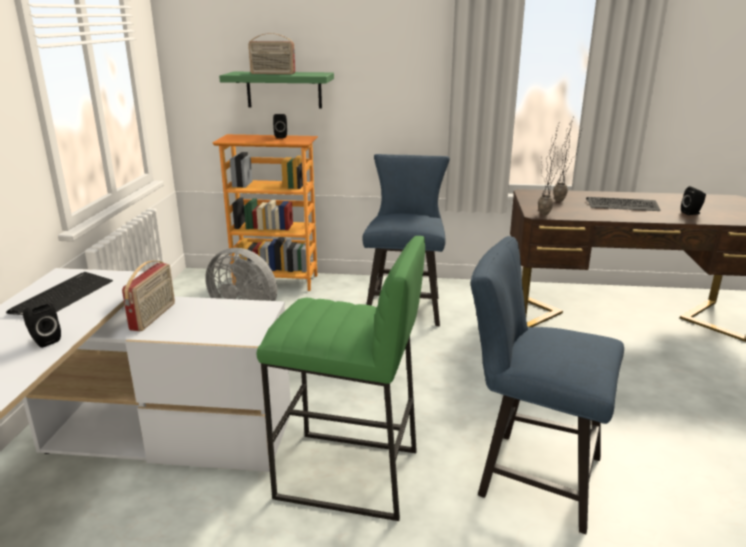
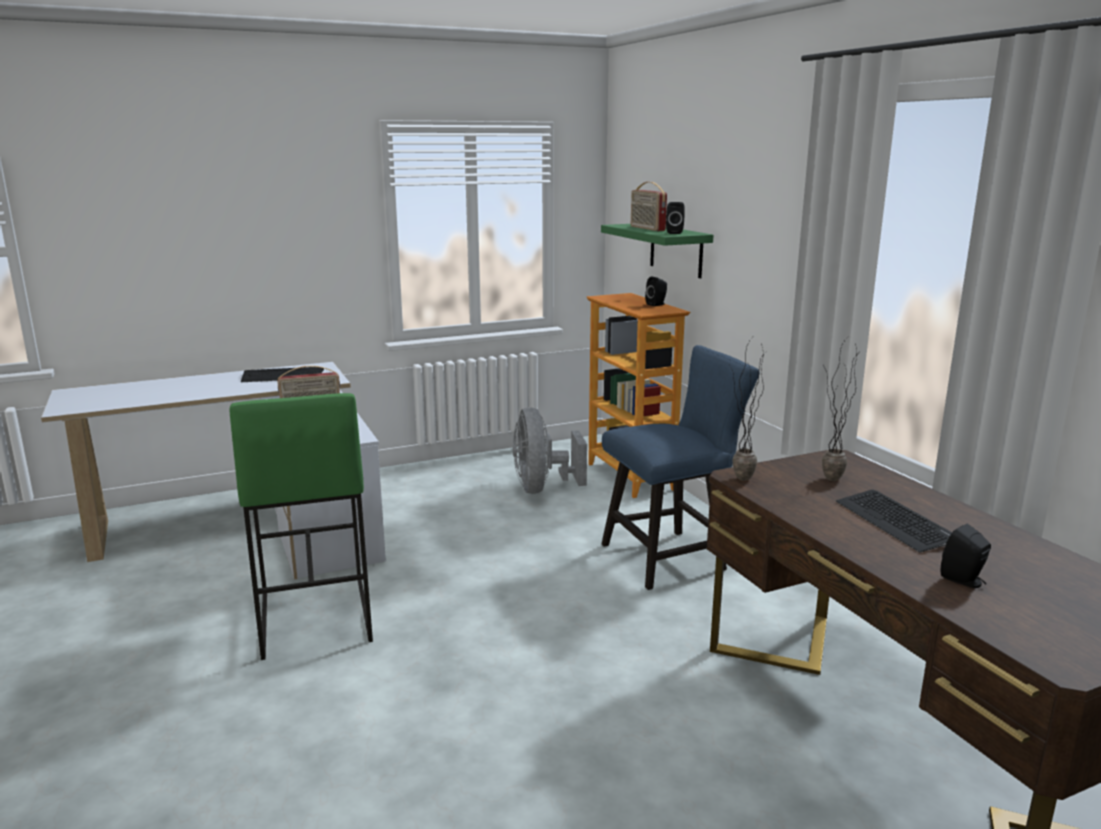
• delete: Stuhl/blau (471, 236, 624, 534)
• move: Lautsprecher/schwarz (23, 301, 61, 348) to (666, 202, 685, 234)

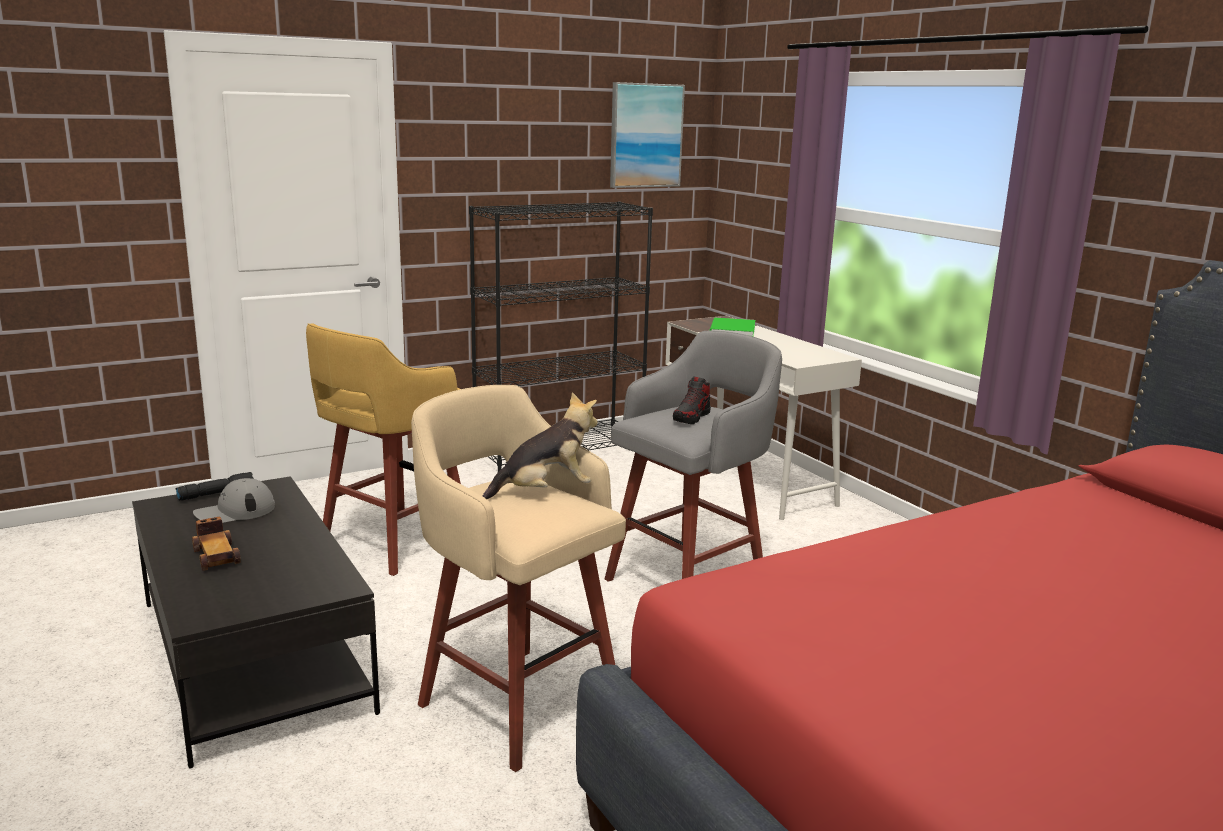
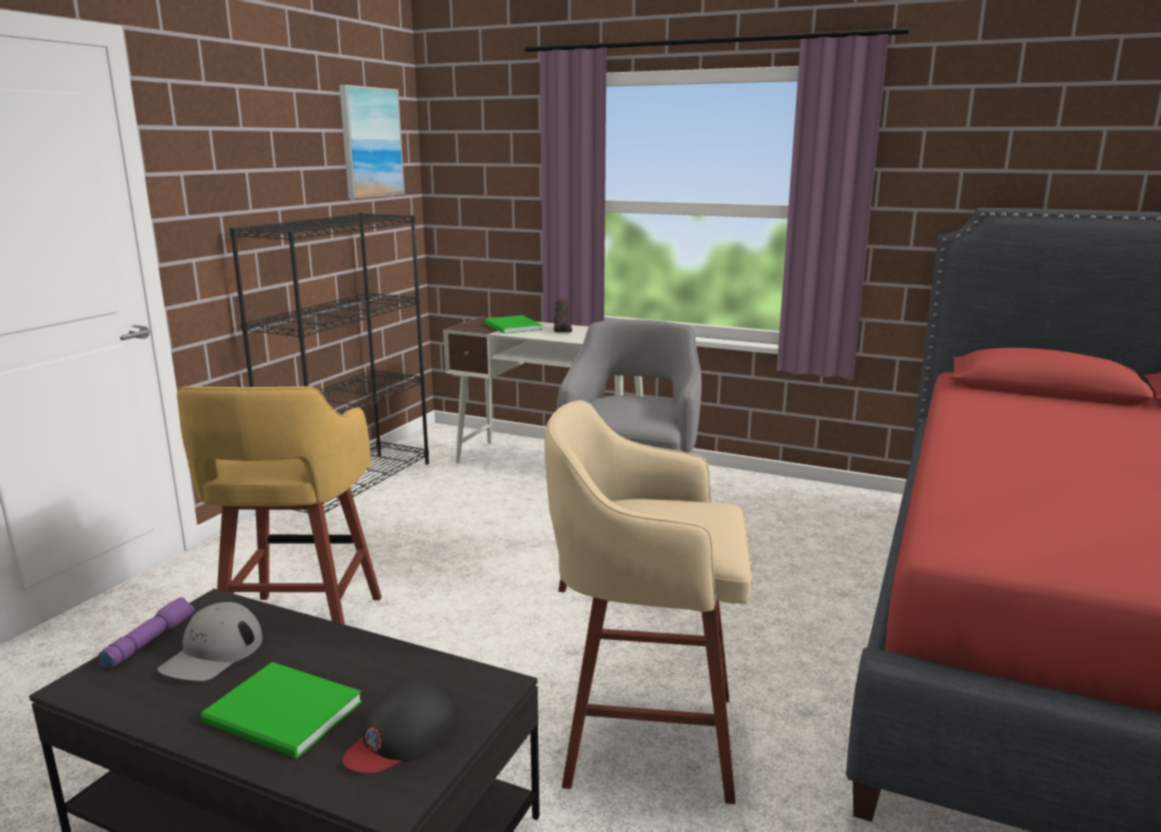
• move: Schuh (673, 376, 711, 424) to (554, 299, 572, 332)
• delete: Plüschtier (483, 392, 598, 499)
• recolor: Taschenlampe/schwarz (175, 472, 254, 501) to Taschenlampe/lila (99, 597, 194, 668)
• replace: Spielzeugauto (192, 517, 241, 571) to Buch/grün (201, 662, 362, 758)
• insert: Kappe/schwarz (342, 681, 456, 774)

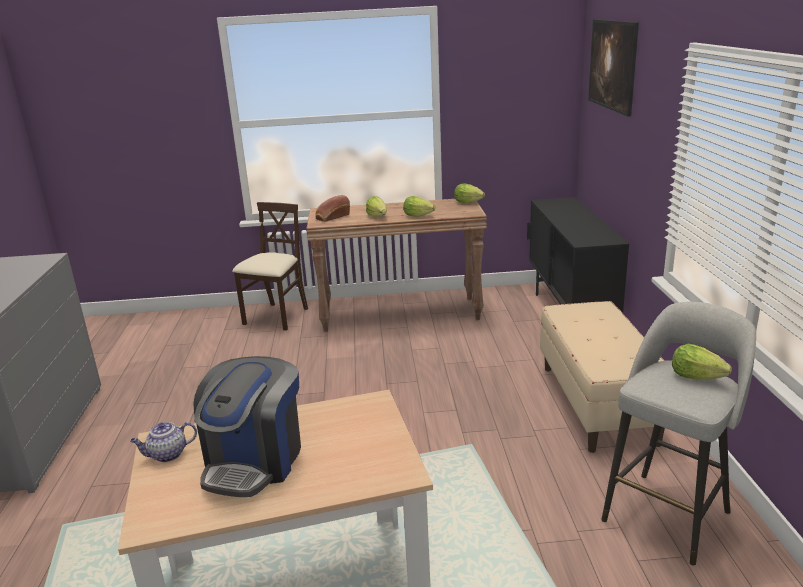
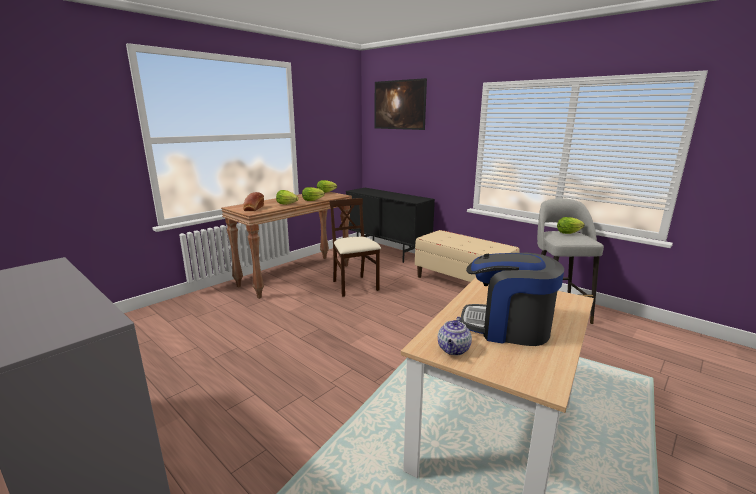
• move: Stuhl/beige (232, 202, 308, 331) to (329, 198, 381, 297)
• rotate: Kaffeemaschine (193, 356, 301, 497) = (461, 253, 564, 346) 135 degrees clockwise

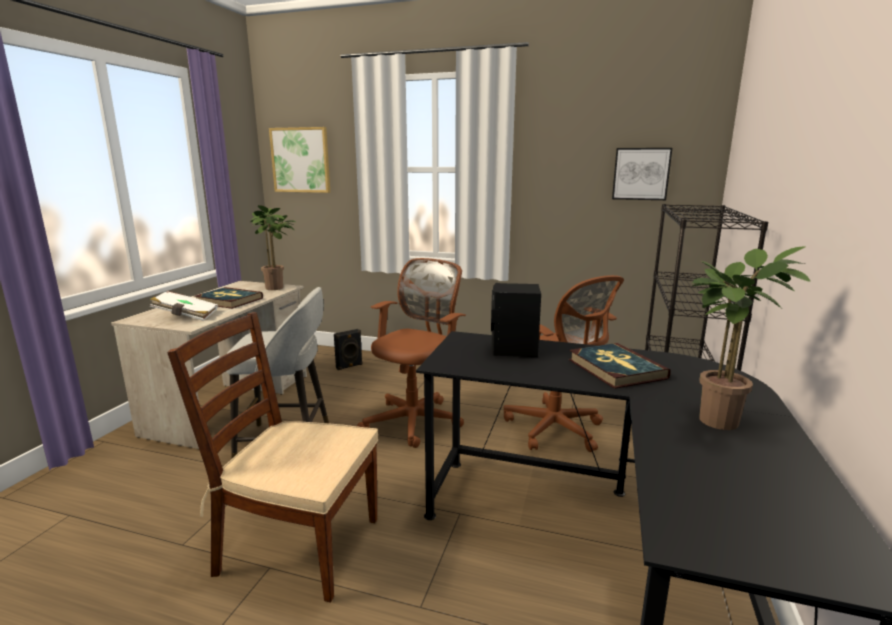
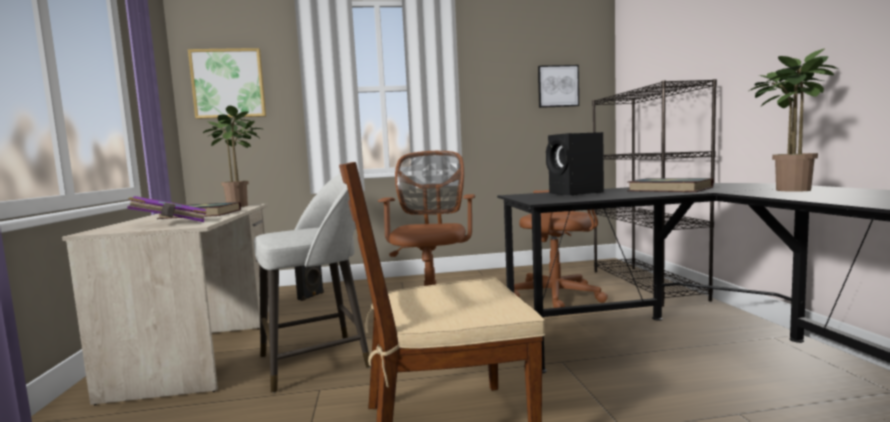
• recolor: Buch/weiß (150, 291, 218, 321) to Buch/lila (127, 196, 207, 222)

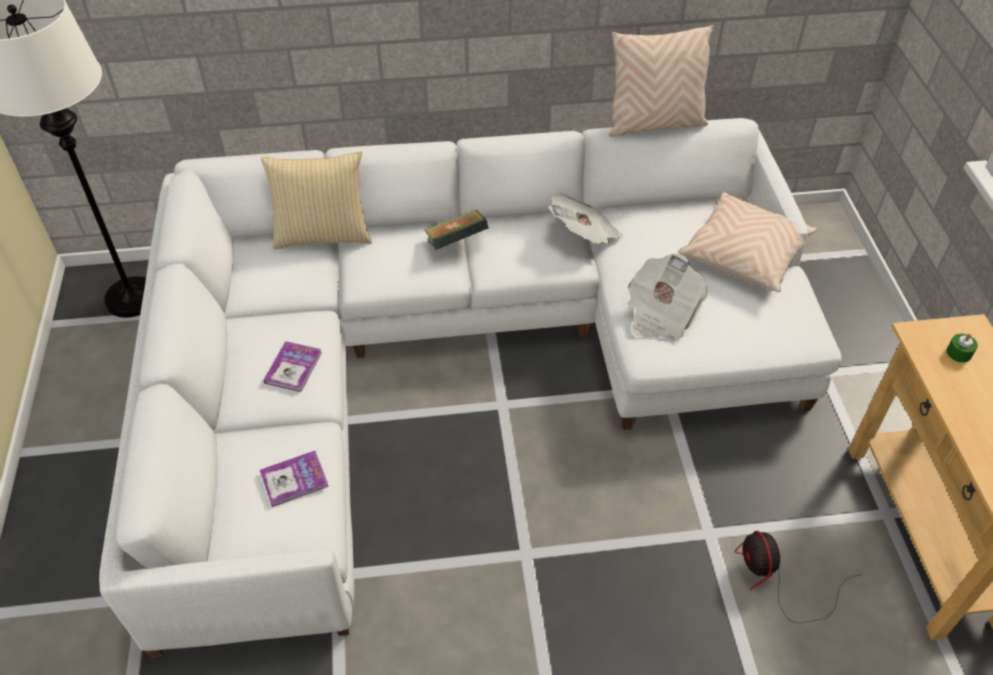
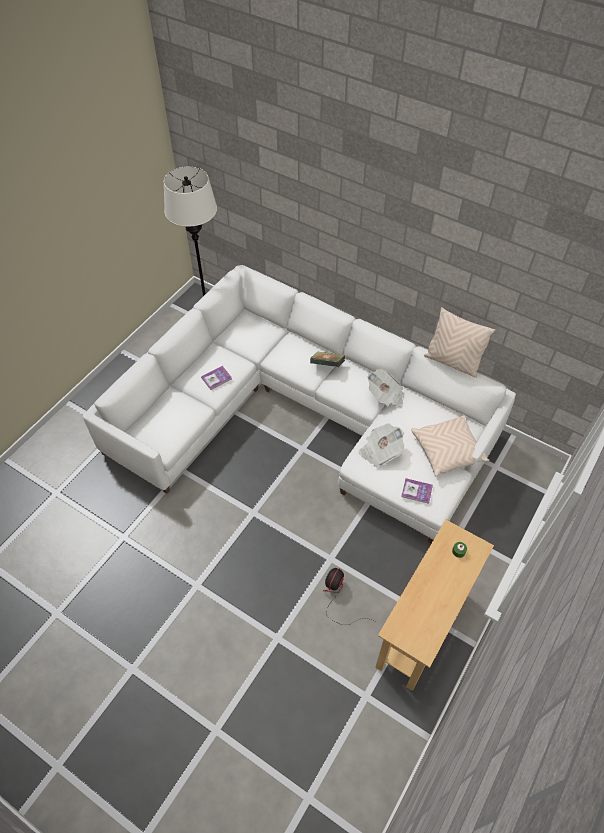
• delete: Kissen (261, 151, 372, 249)
• move: Buch (260, 451, 329, 507) to (401, 478, 433, 504)

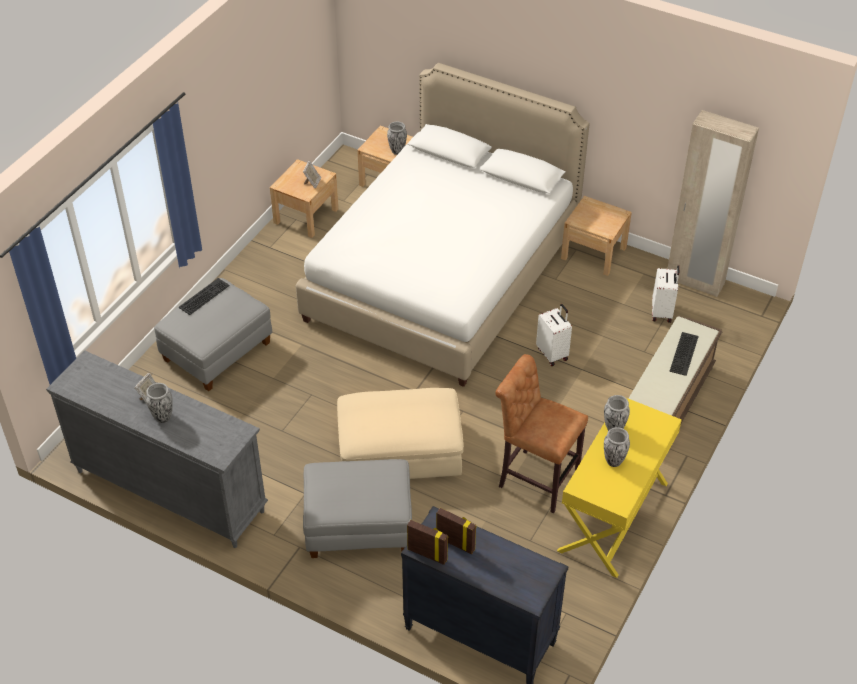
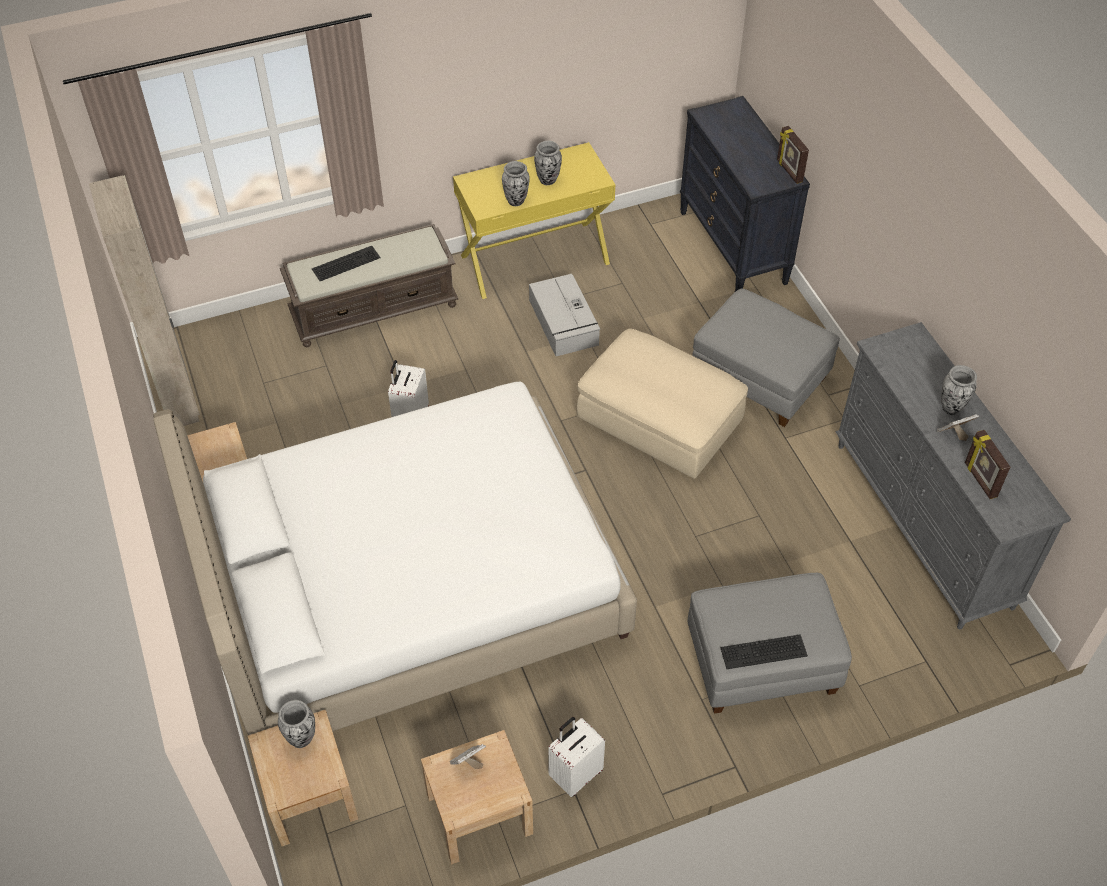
• move: Koffer/weiß (652, 265, 679, 323) to (548, 717, 605, 797)
• replace: Hocker/braun (495, 354, 588, 513) to Aufbewahrungsbox/grau (529, 274, 600, 356)
• move: Bilderrahmen (436, 508, 477, 554) to (965, 430, 1010, 499)

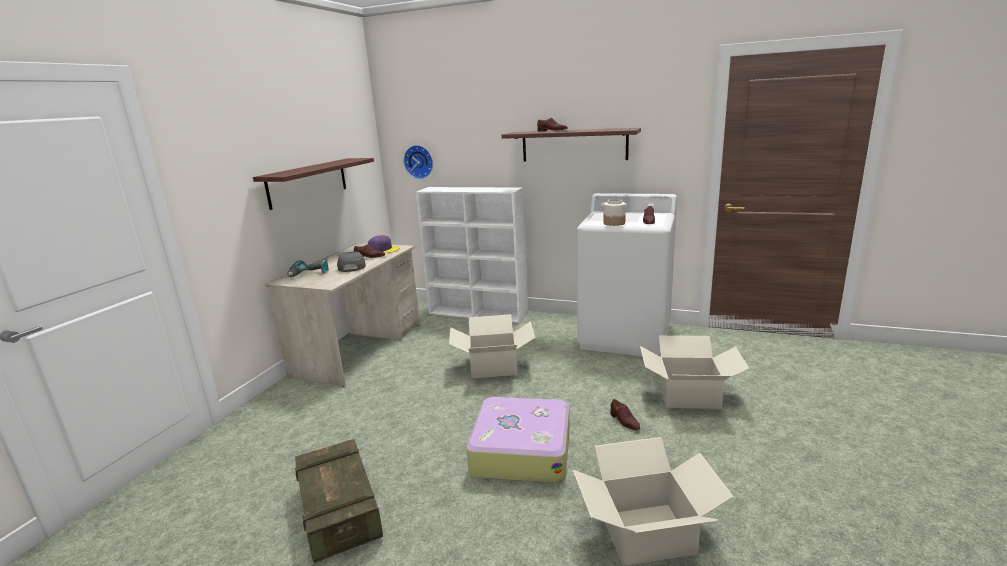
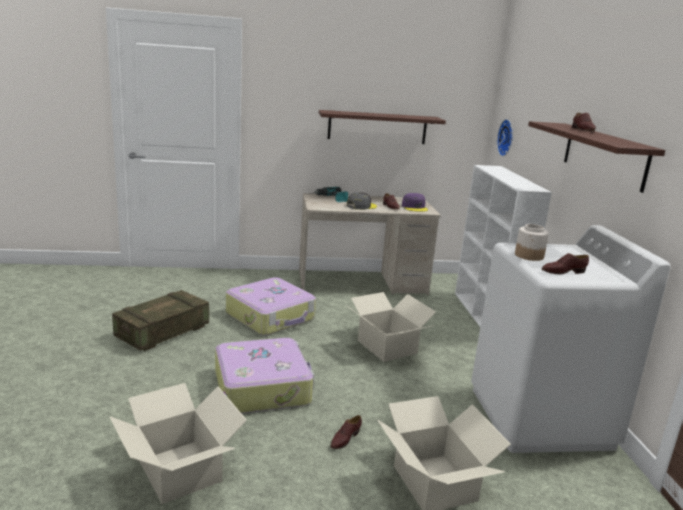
• insert: Koffer (226, 277, 316, 336)

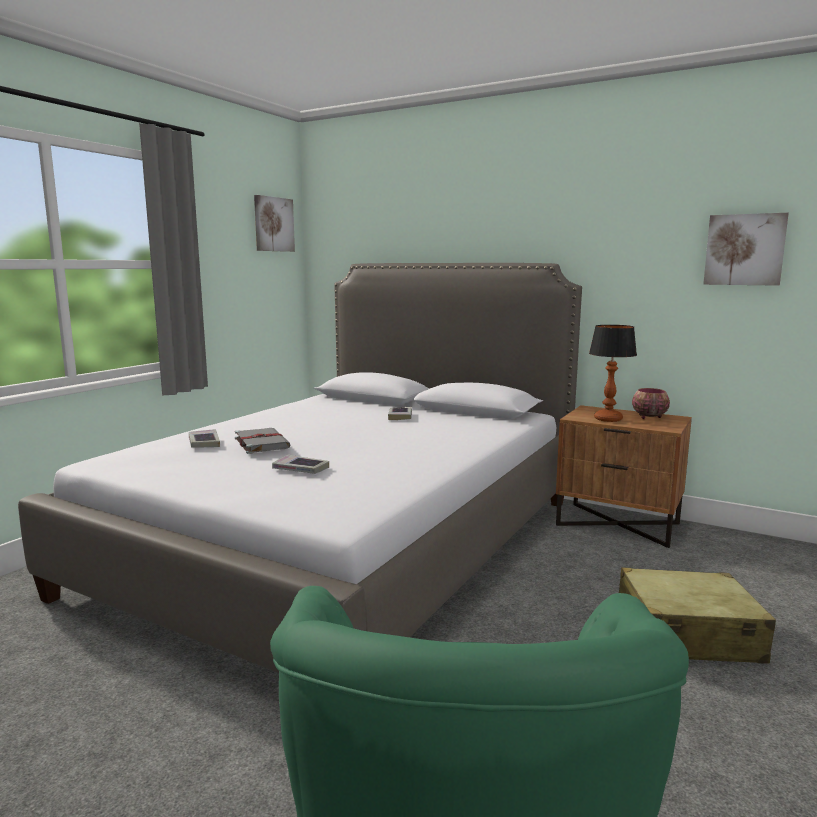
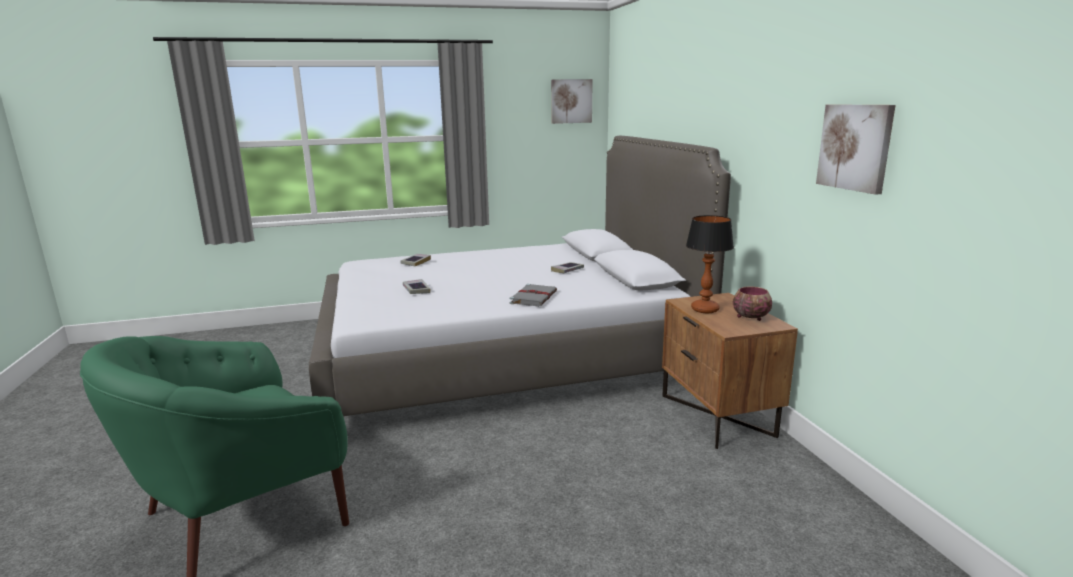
• move: Buch/grau (235, 428, 290, 454) to (510, 284, 557, 307)
• delete: Koffer/beige (619, 567, 776, 664)

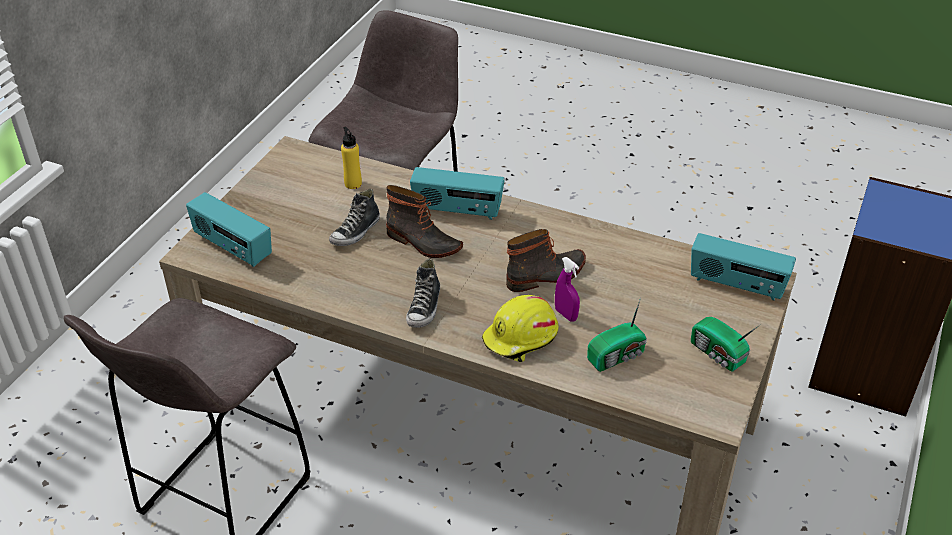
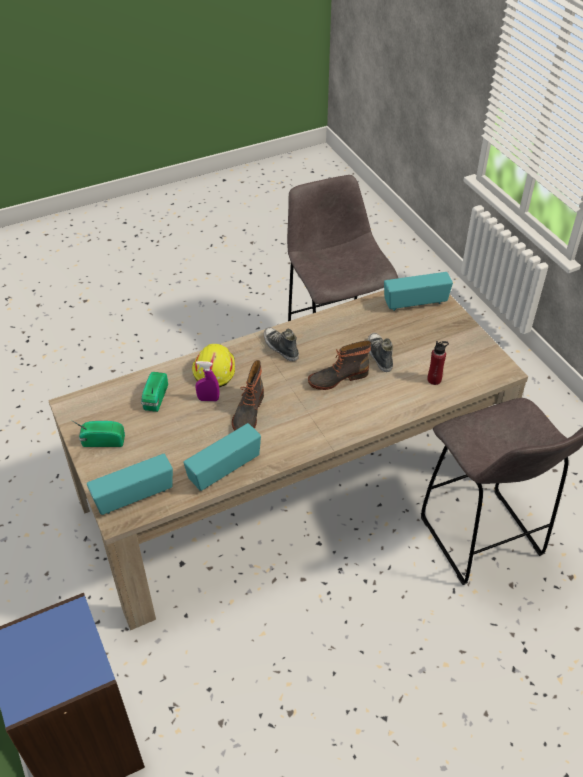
• recolor: Flasche/gelb (341, 127, 362, 189) to Flasche/rot (427, 341, 449, 385)
• move: Radio (410, 167, 505, 220) to (183, 423, 261, 491)

